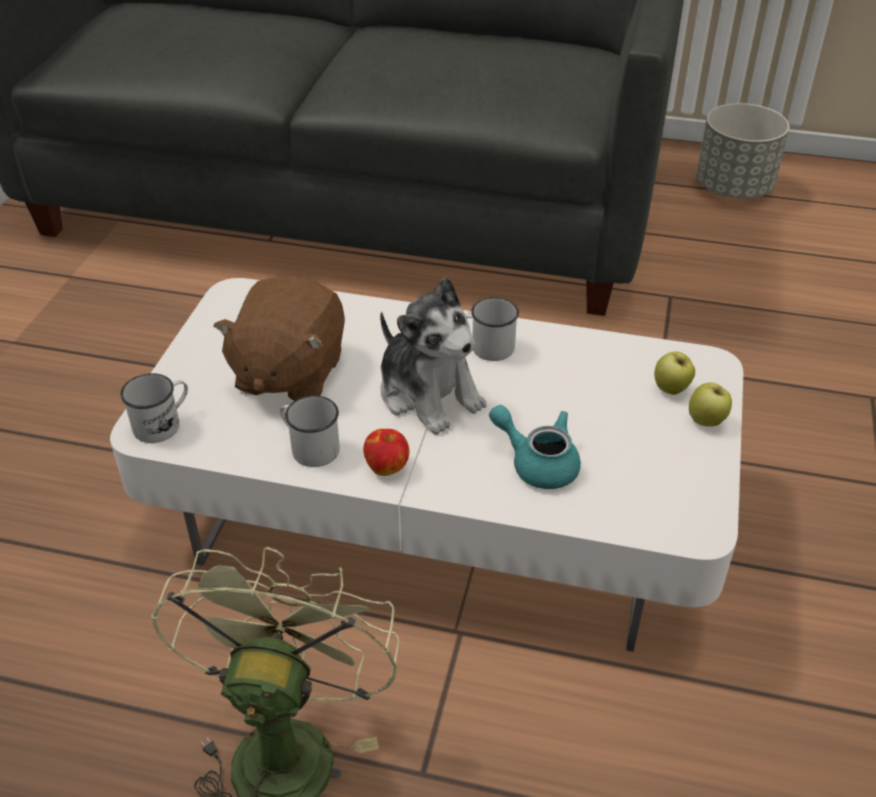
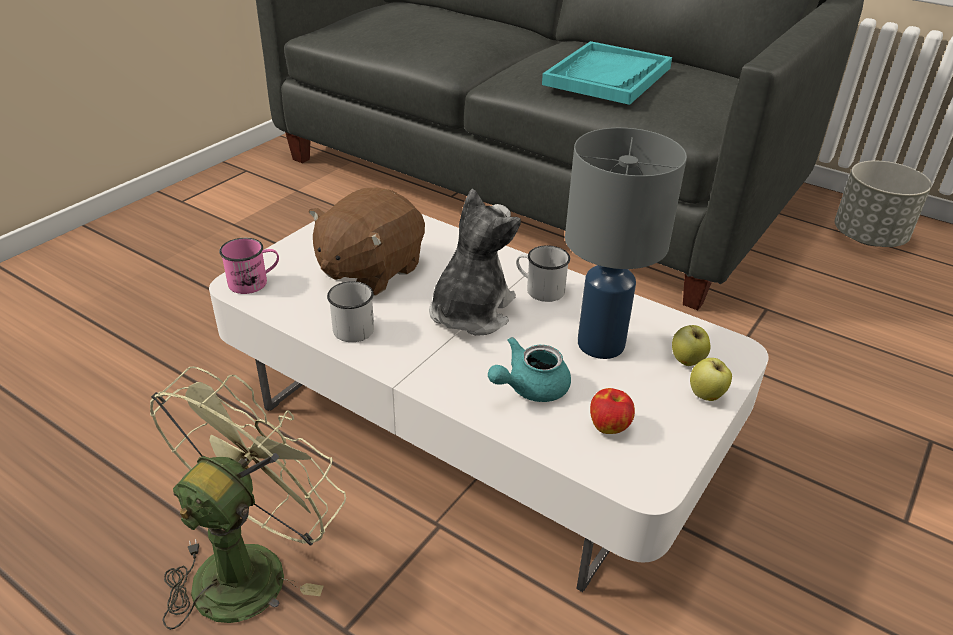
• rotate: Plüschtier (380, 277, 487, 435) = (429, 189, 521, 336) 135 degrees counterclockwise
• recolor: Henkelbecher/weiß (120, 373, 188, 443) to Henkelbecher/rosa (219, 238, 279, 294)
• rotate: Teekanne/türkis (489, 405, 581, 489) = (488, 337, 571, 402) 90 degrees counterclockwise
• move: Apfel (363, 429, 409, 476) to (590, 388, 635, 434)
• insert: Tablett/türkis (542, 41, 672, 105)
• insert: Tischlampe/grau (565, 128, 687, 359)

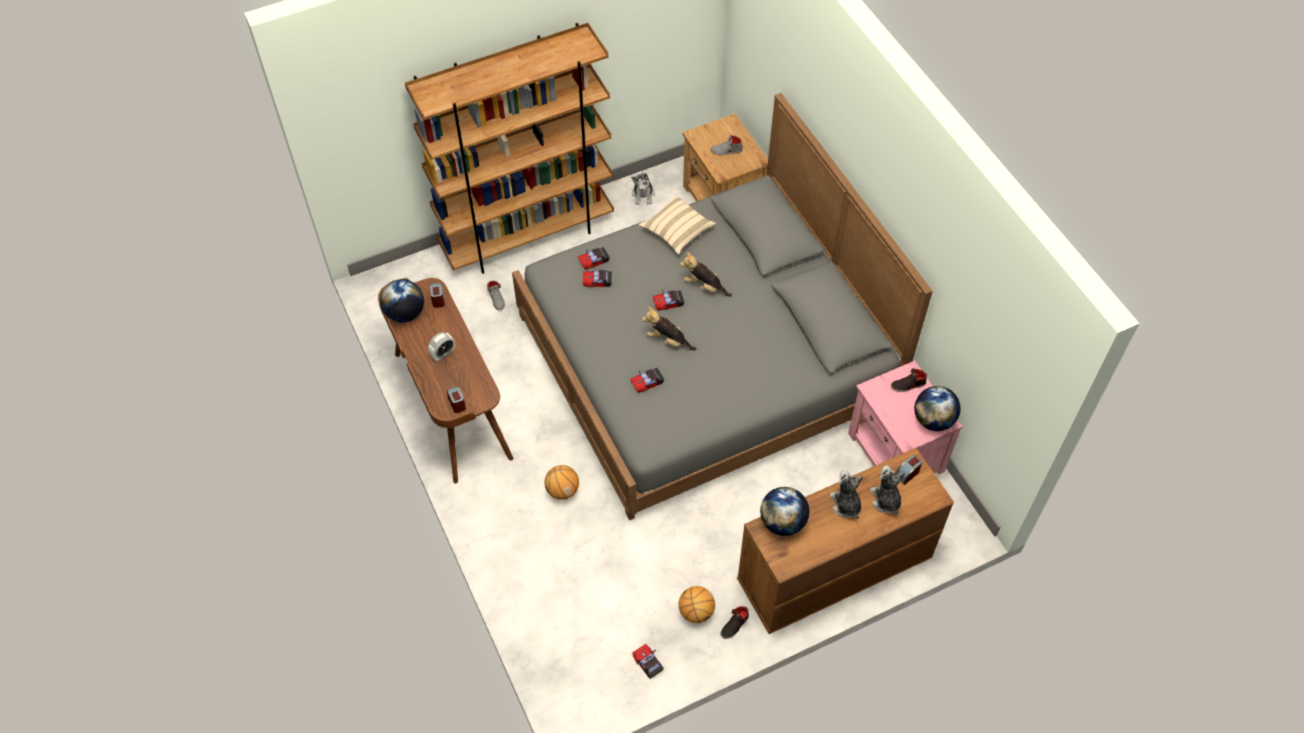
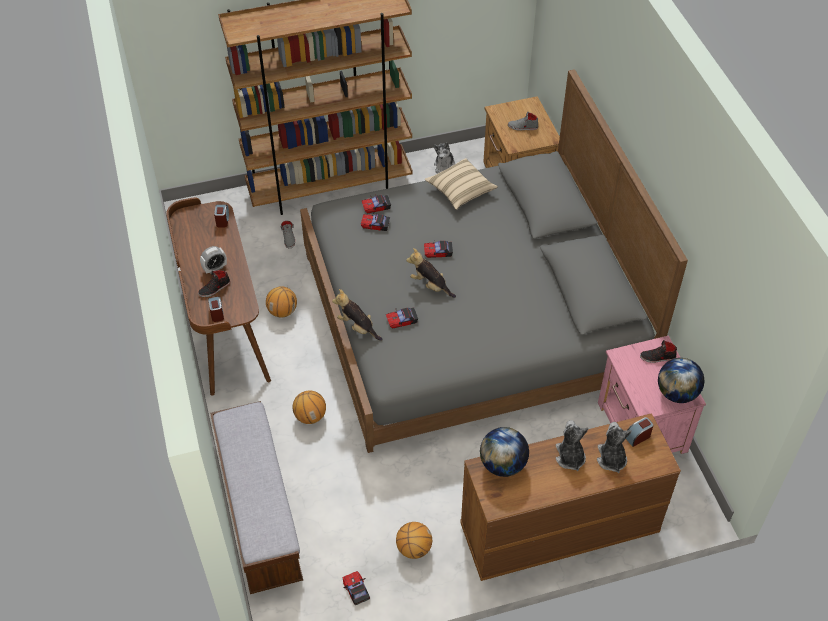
• move: Plüschtier (680, 252, 732, 297) to (332, 289, 383, 341)
• delete: Globus (380, 279, 424, 323)
• move: Schuh/schwarz (721, 606, 749, 639) to (198, 270, 230, 297)
• insert: Basketball (266, 286, 297, 318)
• insert: Bank (210, 401, 303, 594)

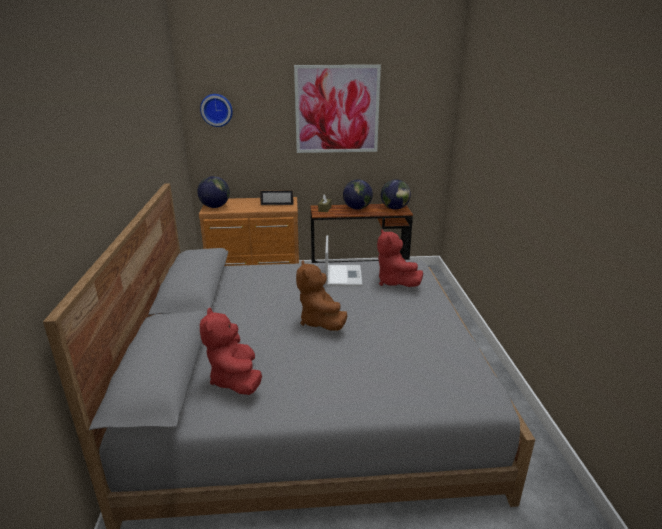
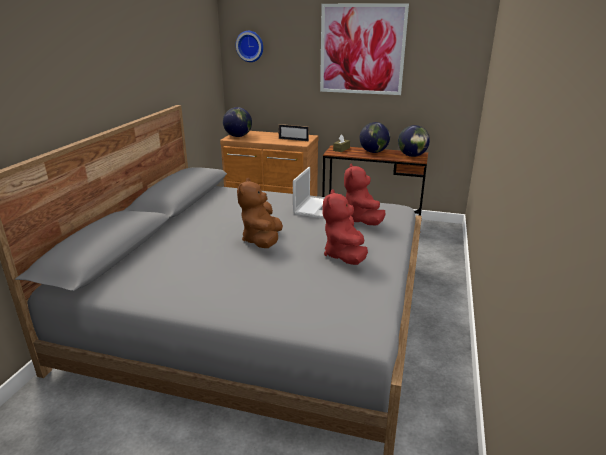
• move: Plüschtier/rot (200, 308, 262, 395) to (322, 189, 368, 265)

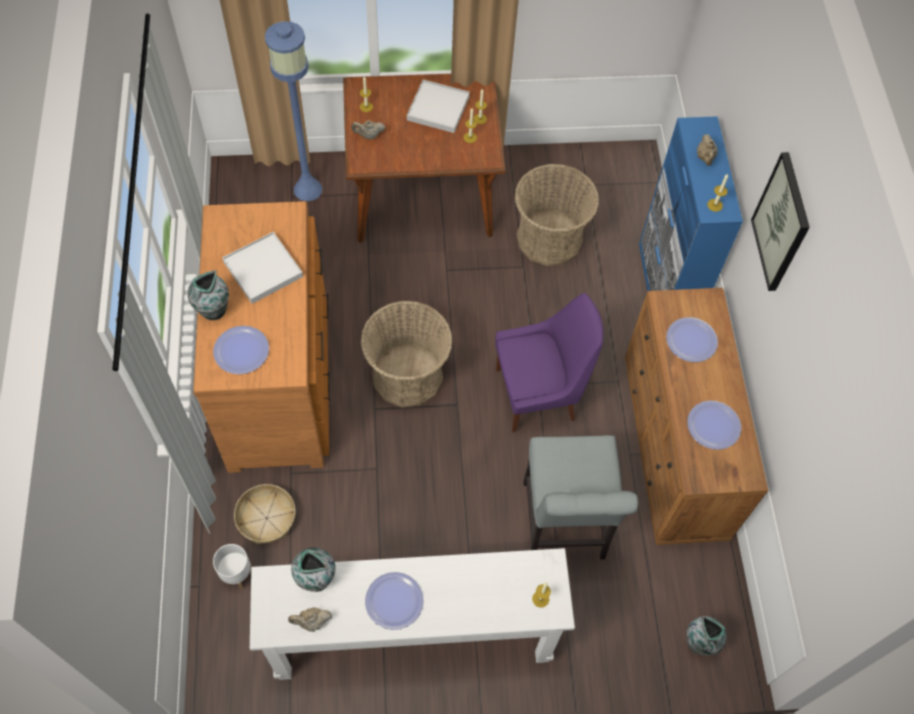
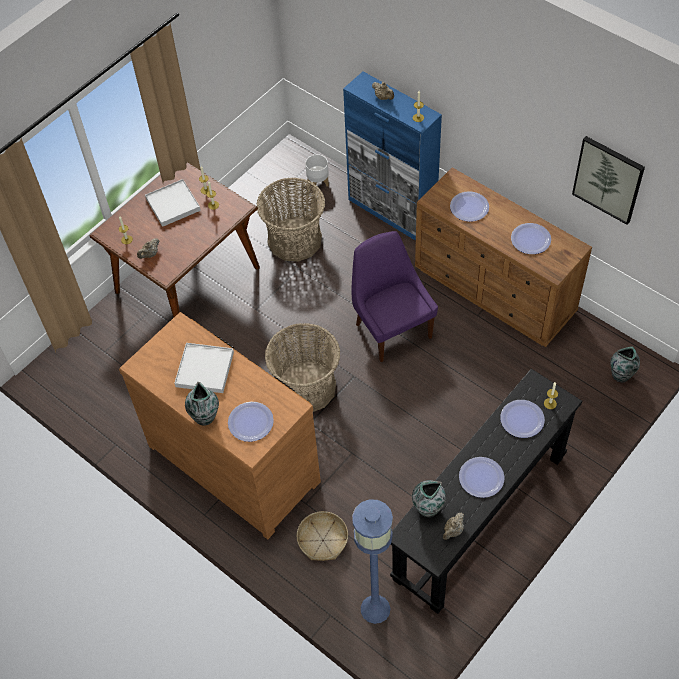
• move: Stehlampe/blau (265, 21, 323, 201) to (352, 499, 393, 624)
• move: Bild (751, 152, 810, 291) to (572, 136, 645, 225)
• rotate: Stuhl/lila (495, 293, 604, 432) = (352, 231, 438, 362) 60 degrees counterclockwise
• delete: Stuhl/grau (523, 435, 638, 560)
• move: Pflanzkübel/weiß (213, 544, 252, 589) to (305, 154, 329, 187)
• recolor: Konsolentisch/weiß (250, 548, 575, 680) to Konsolentisch/schwarz (390, 369, 582, 614)
• insert: Teller (500, 400, 545, 438)

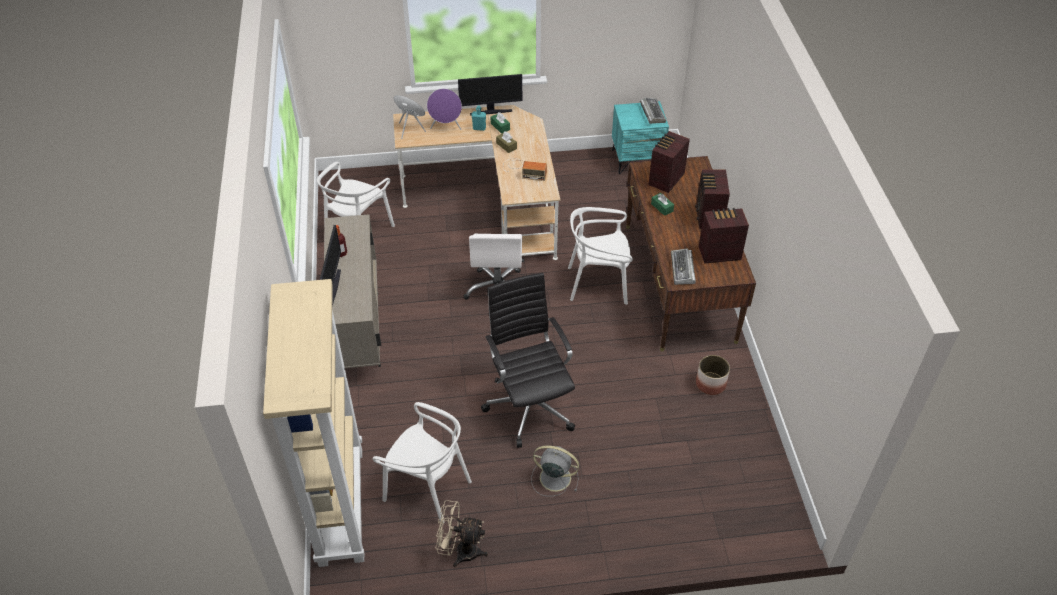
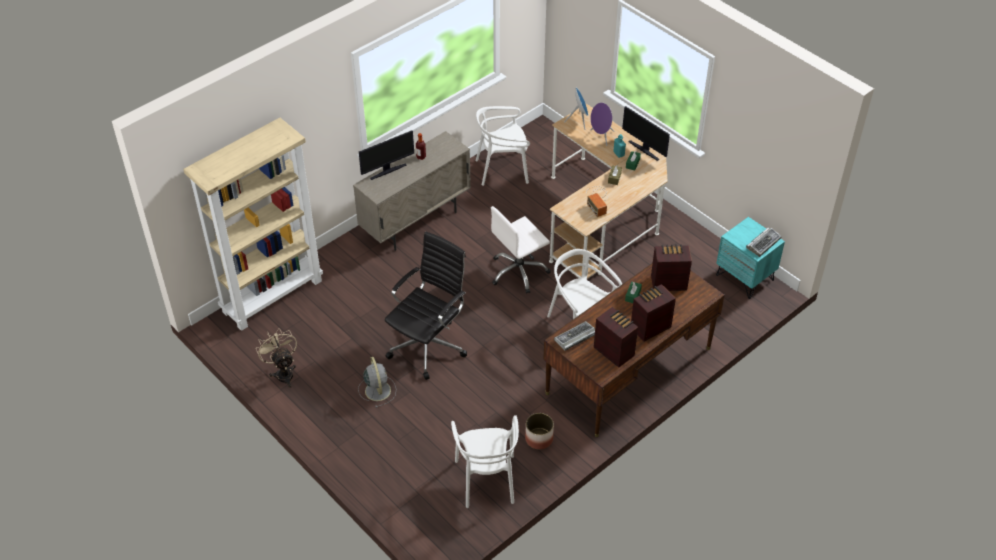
• move: Stuhl/weiß (372, 402, 472, 522) to (451, 415, 519, 508)

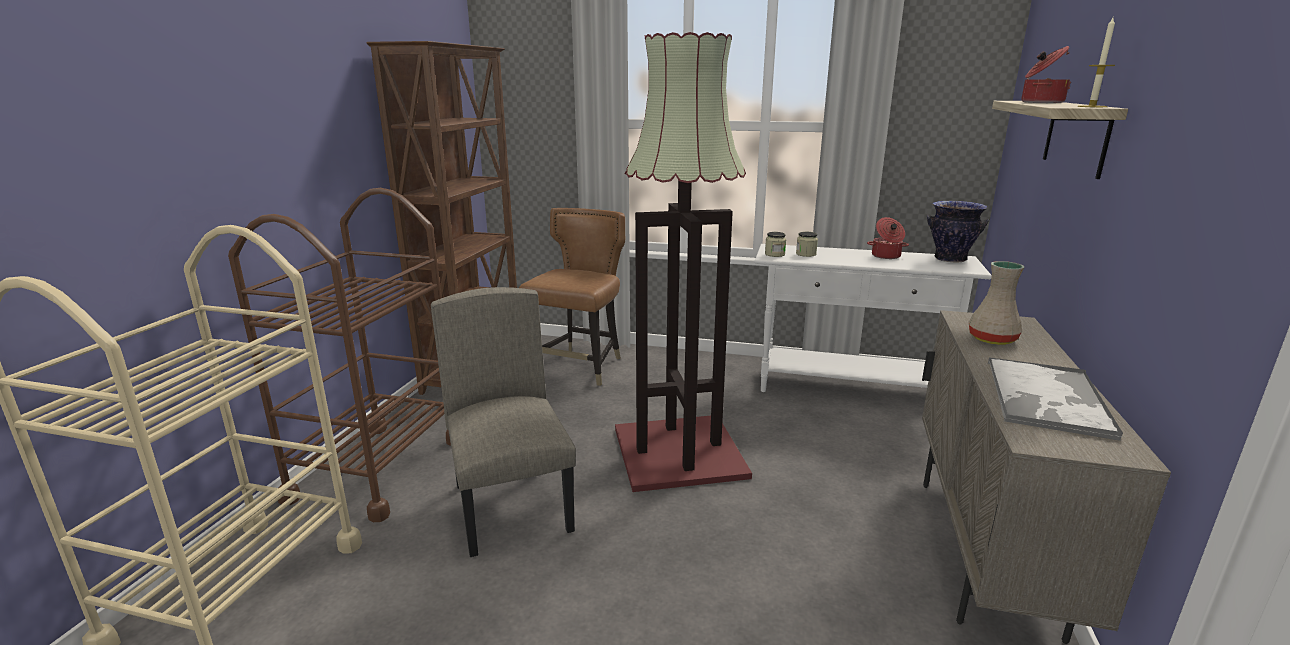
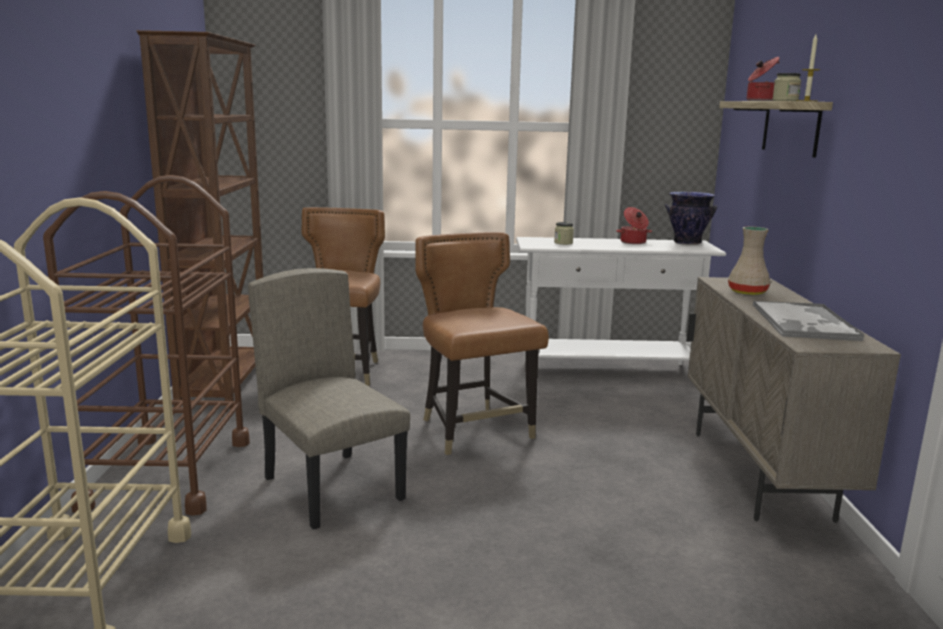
• replace: Stehlampe (615, 32, 752, 492) to Stuhl/braun (415, 232, 549, 455)
• move: Vorratsglas (765, 232, 786, 257) to (772, 73, 801, 101)

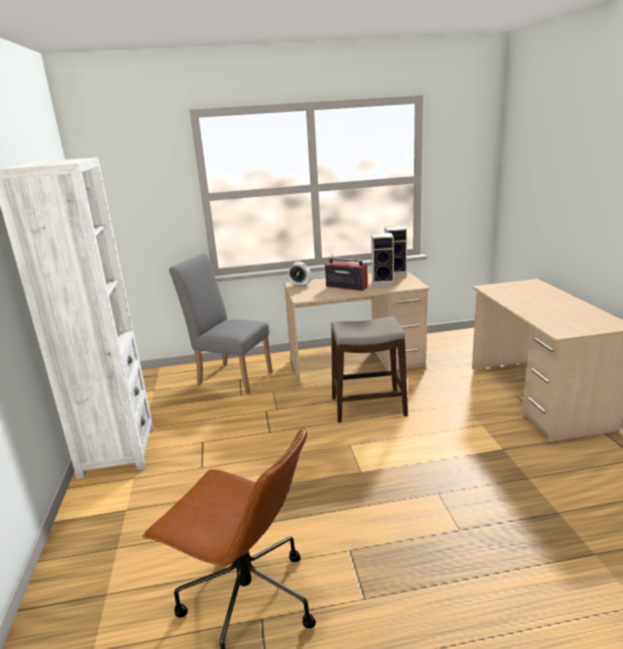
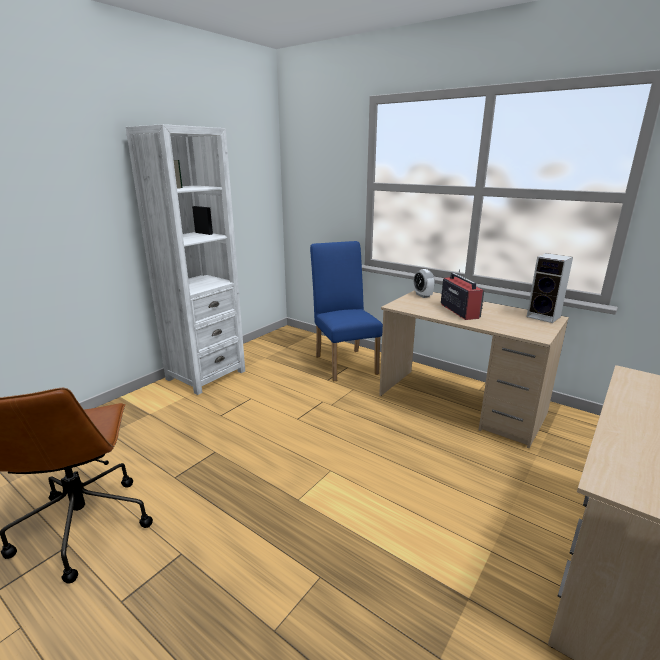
• delete: Lautsprecher (371, 233, 394, 286)
• recolor: Stuhl/grau (169, 254, 273, 394) to Stuhl/blau (310, 241, 383, 382)
• delete: Hocker (331, 317, 408, 423)

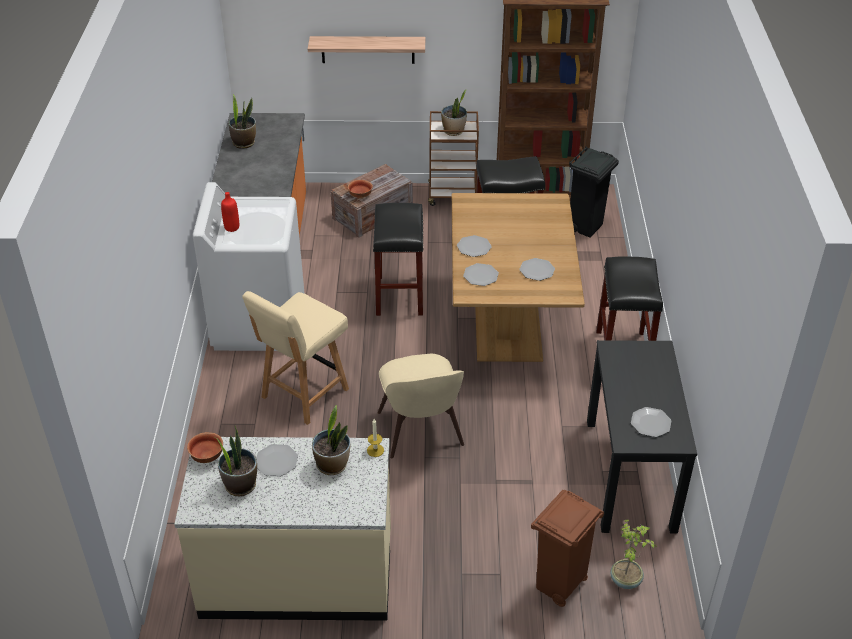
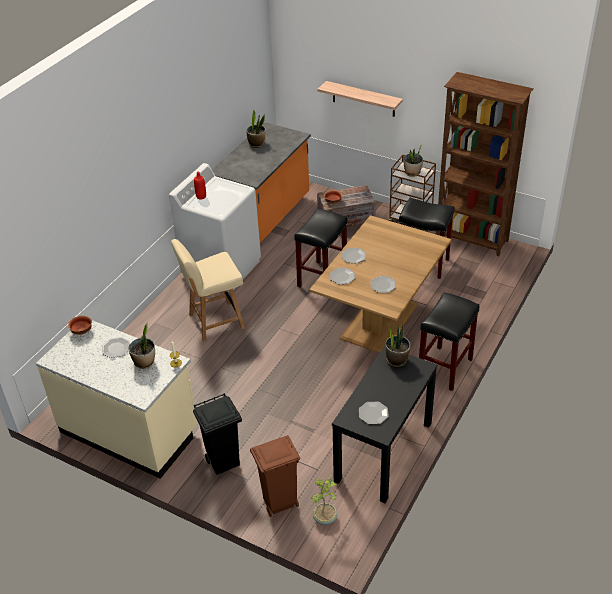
• move: Mülleimer/schwarz (569, 146, 619, 238) to (193, 393, 242, 475)
• delete: Stuhl/beige (378, 354, 464, 458)
• move: Topfpflanze (215, 426, 257, 496) to (385, 321, 411, 367)

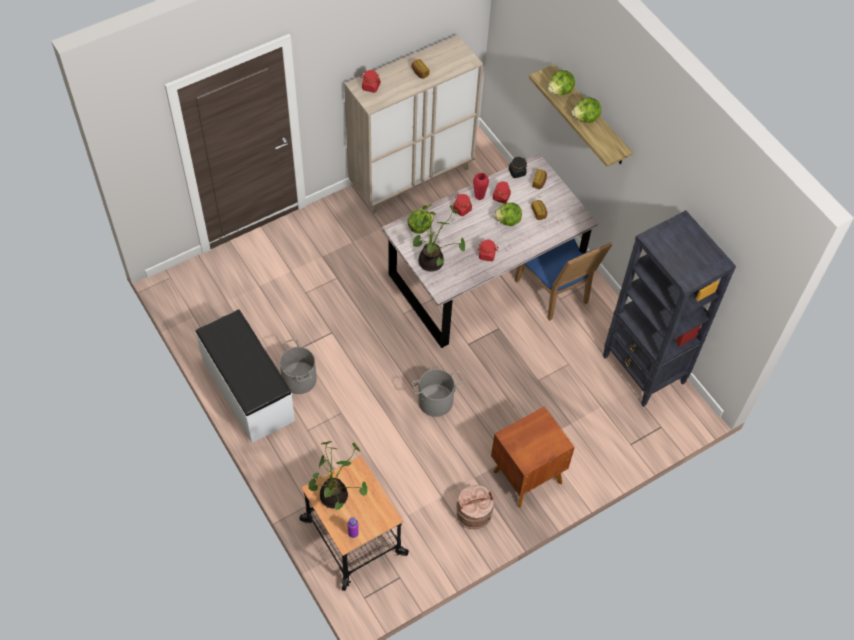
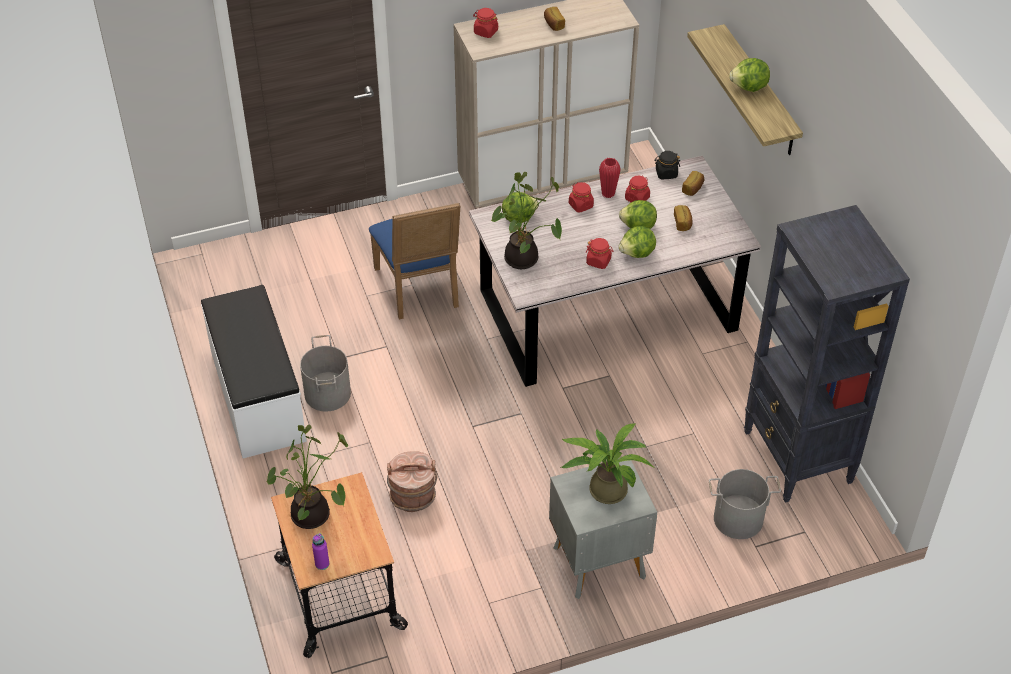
• move: Salatkopf (548, 70, 575, 95) to (618, 226, 656, 258)
• move: Stuhl/blau (515, 238, 612, 321) to (369, 203, 460, 319)
• move: Eimer/grau (412, 369, 463, 417) to (709, 469, 781, 539)
• recolor: Nachttisch/braun (491, 407, 575, 508) to Nachttisch/grau (549, 460, 657, 599)
• move: Eimer/braun (456, 485, 494, 529) to (387, 451, 438, 512)
• insert: Topfpflanze (561, 424, 655, 504)

